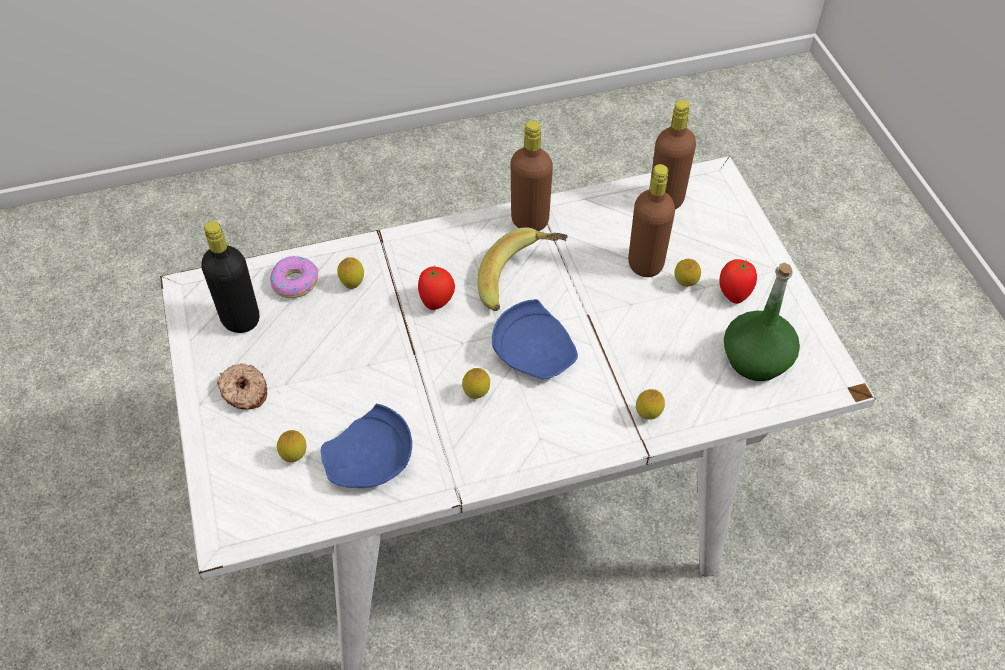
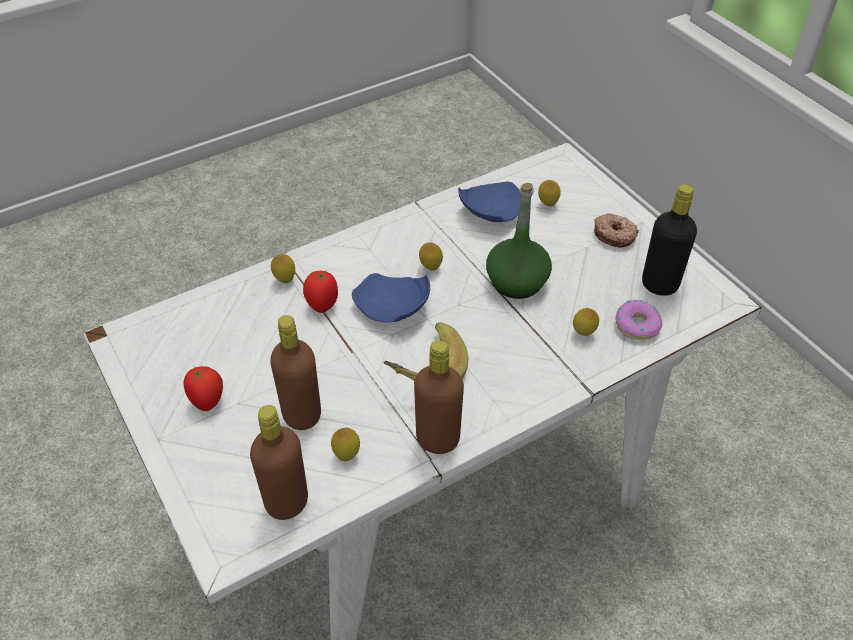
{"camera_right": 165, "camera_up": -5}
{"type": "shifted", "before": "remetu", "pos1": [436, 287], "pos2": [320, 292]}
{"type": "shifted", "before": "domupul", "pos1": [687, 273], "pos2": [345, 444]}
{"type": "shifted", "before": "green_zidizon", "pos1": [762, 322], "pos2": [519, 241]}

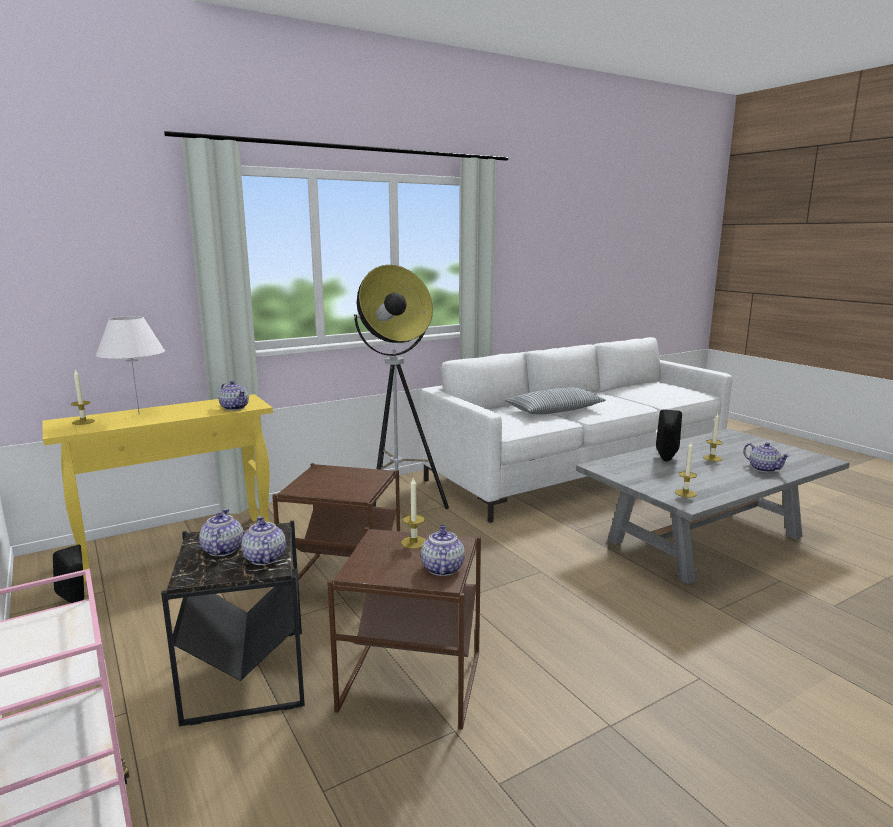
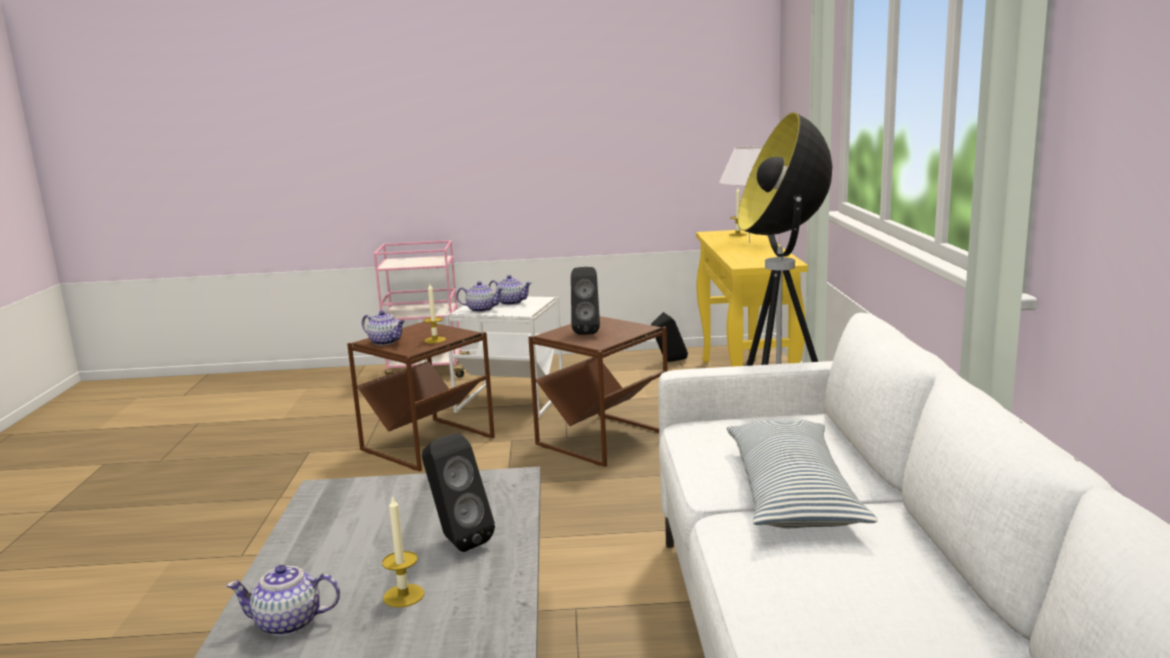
{"camera_right": 120, "camera_up": 0}
{"type": "repainted", "before": "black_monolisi", "after": "white_monolisi", "pos1": [233, 623], "pos2": [504, 357]}
{"type": "new", "after": "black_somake", "pos2": [585, 301]}
{"type": "gone", "before": "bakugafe", "pos1": [233, 396]}
{"type": "gone", "before": "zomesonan", "pos1": [686, 470]}

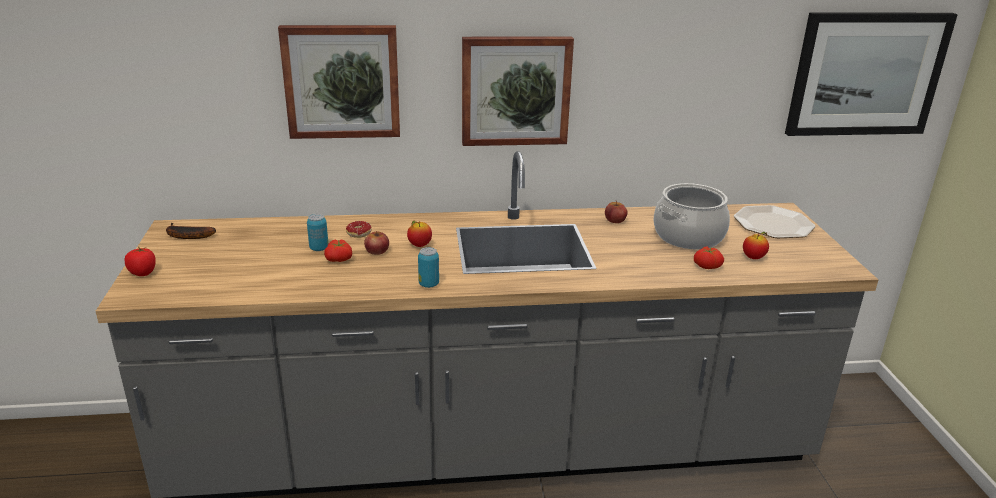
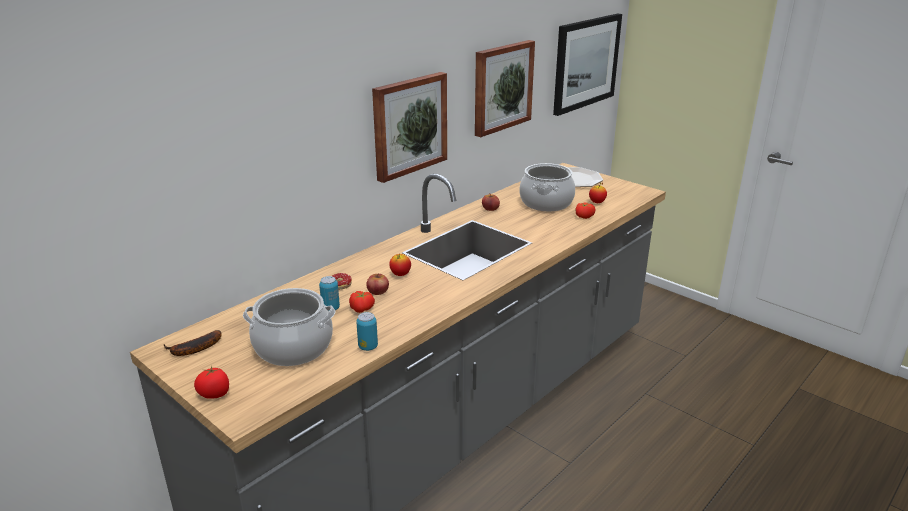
{"camera_right": -40, "camera_up": 0}
{"type": "new", "after": "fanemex", "pos2": [289, 327]}
{"type": "shifted", "before": "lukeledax", "pos1": [428, 267], "pos2": [367, 331]}
{"type": "shifted", "before": "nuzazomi", "pos1": [339, 82], "pos2": [505, 88]}

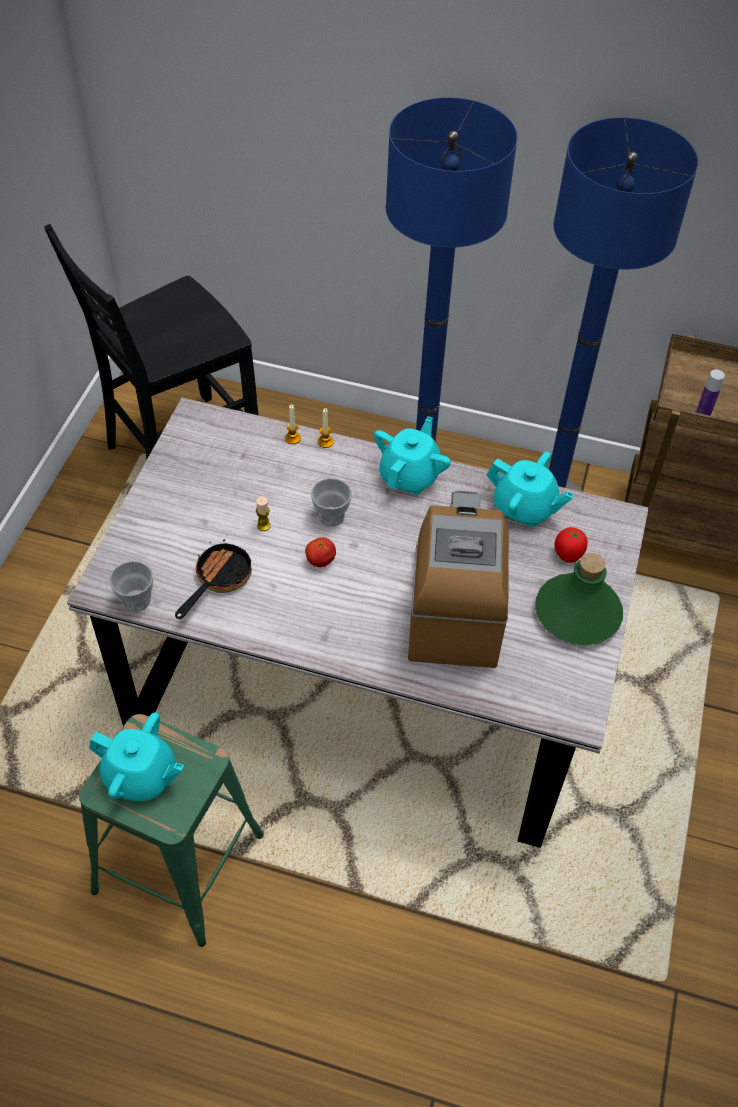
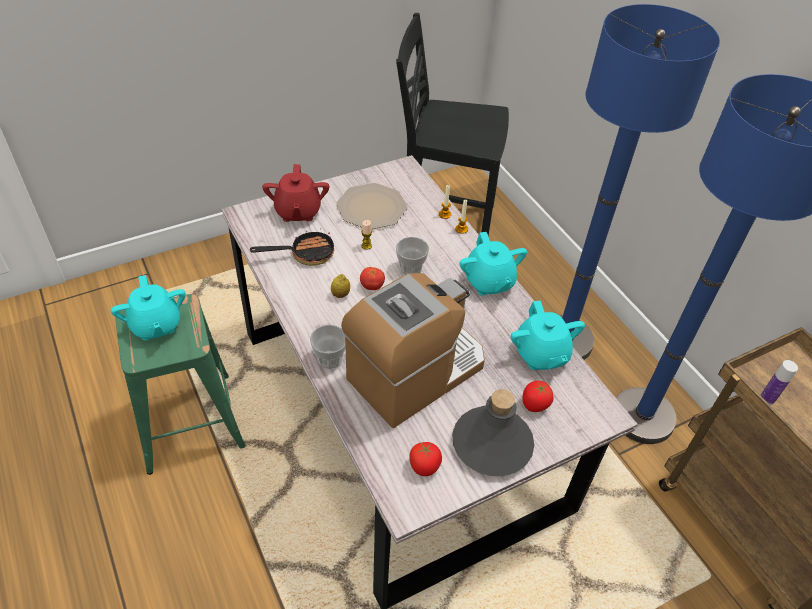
{"camera_right": 45, "camera_up": -5}
{"type": "new", "after": "red_bakugafe", "pos2": [295, 193]}
{"type": "shifted", "before": "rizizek", "pos1": [131, 586], "pos2": [328, 347]}
{"type": "new", "after": "domupul", "pos2": [340, 286]}
{"type": "new", "after": "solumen", "pos2": [371, 206]}
{"type": "new", "after": "remetu", "pos2": [425, 459]}
{"type": "repainted", "before": "green_zidizon", "after": "grey_zidizon", "pos1": [579, 599], "pos2": [493, 432]}
{"type": "rotated", "before": "turquoise_bakugafe", "pos1": [412, 455], "pos2": [493, 264], "turn": 90}

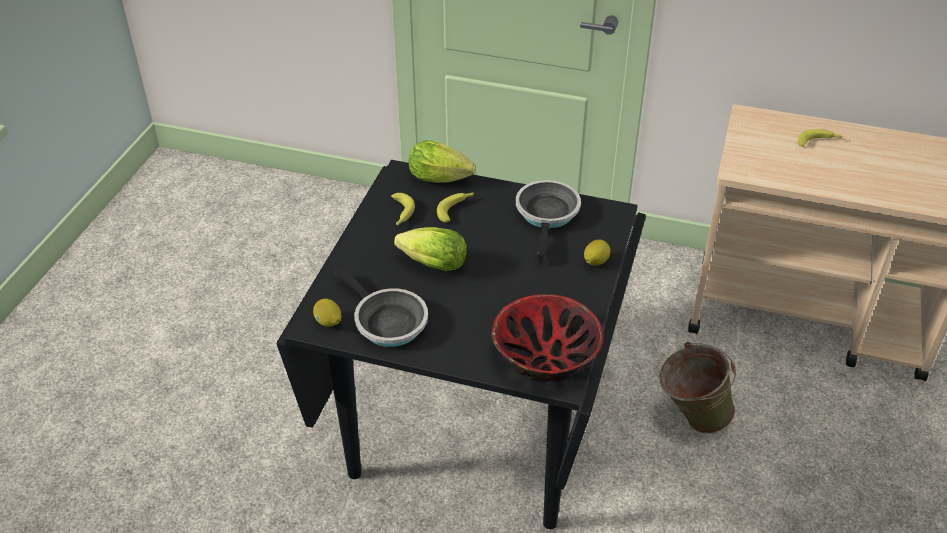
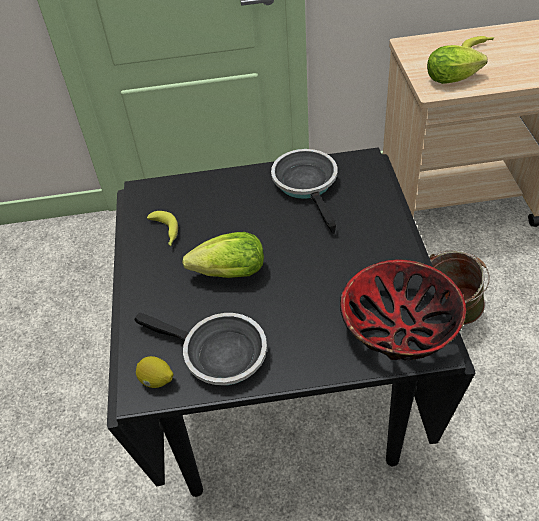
{"camera_right": -20, "camera_up": 5}
{"type": "shifted", "before": "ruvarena", "pos1": [442, 161], "pos2": [457, 64]}
{"type": "gone", "before": "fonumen", "pos1": [455, 207]}
{"type": "gone", "before": "domupul", "pos1": [597, 253]}

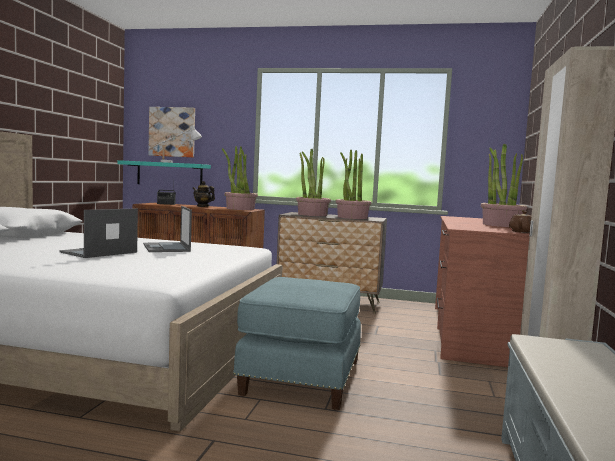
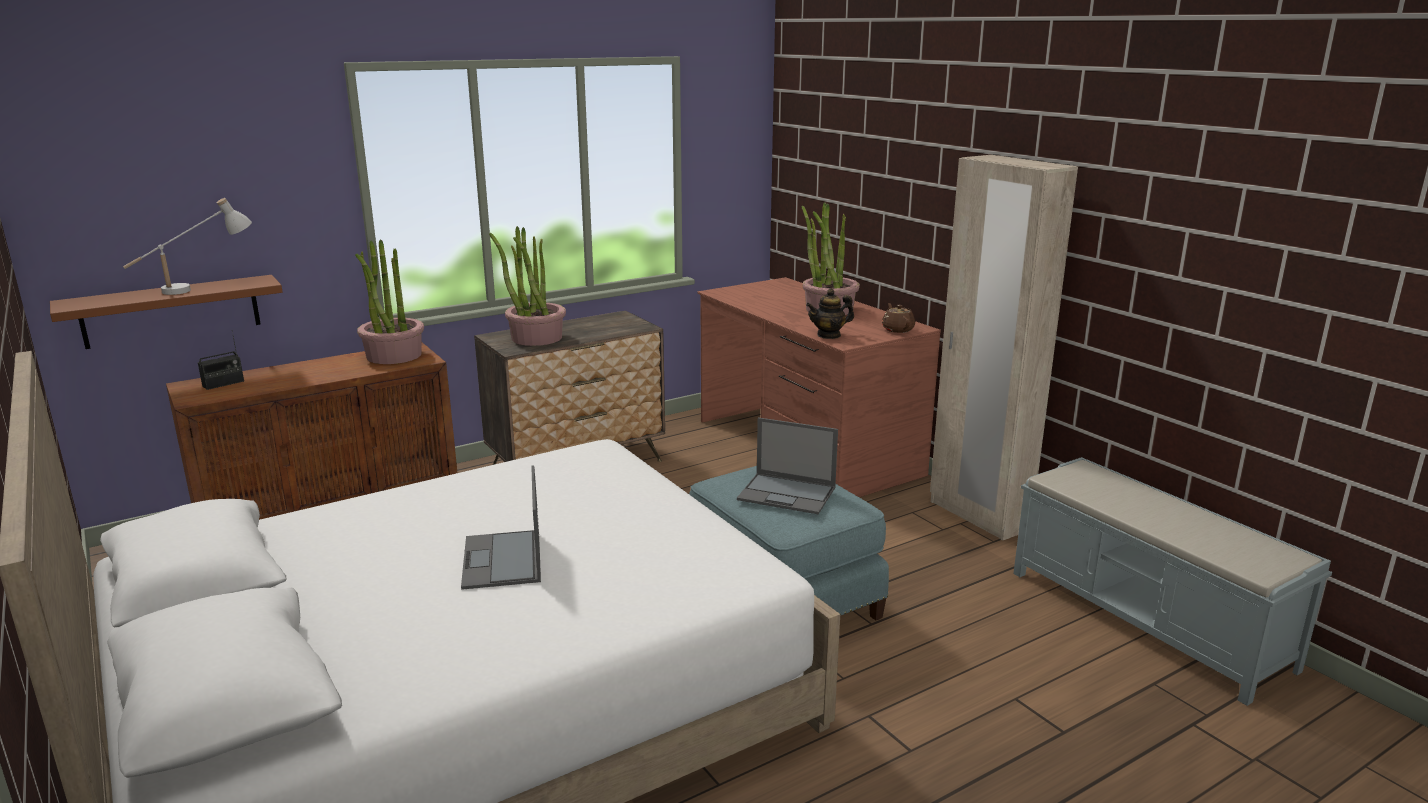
{"camera_right": -45, "camera_up": 15}
{"type": "repainted", "before": "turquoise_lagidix", "after": "brown_lagidix", "pos1": [164, 172], "pos2": [166, 312]}
{"type": "shifted", "before": "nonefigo", "pos1": [167, 229], "pos2": [787, 465]}
{"type": "shifted", "before": "bakugafe", "pos1": [203, 194], "pos2": [830, 314]}
{"type": "gone", "before": "nuzazomi", "pos1": [171, 132]}
{"type": "gone", "before": "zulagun", "pos1": [354, 184]}

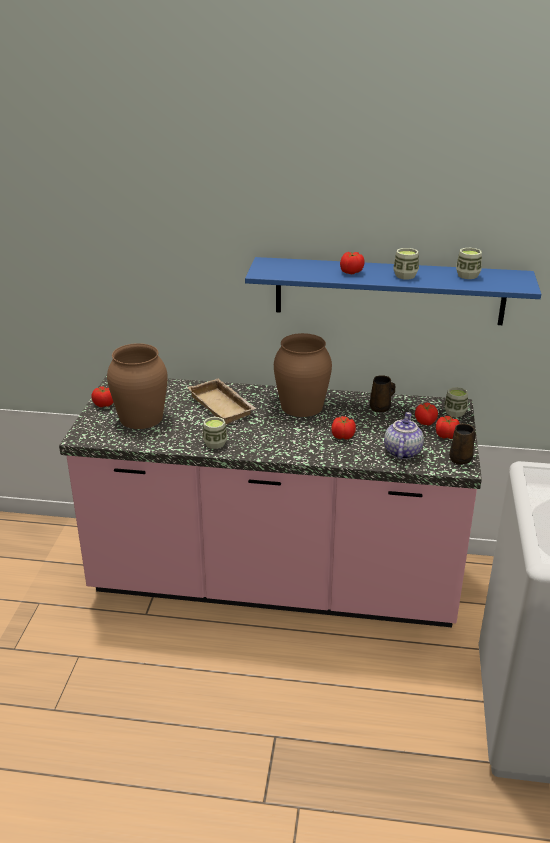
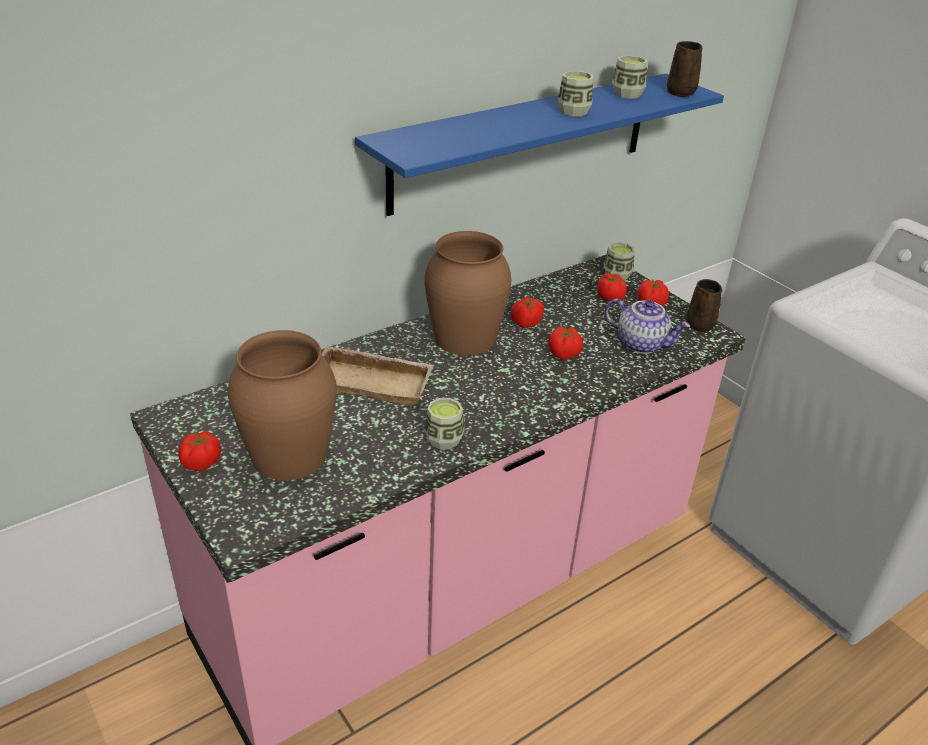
{"camera_right": -45, "camera_up": 5}
{"type": "shifted", "before": "remetu", "pos1": [352, 263], "pos2": [527, 312]}
{"type": "rotated", "before": "bakugafe", "pos1": [404, 435], "pos2": [647, 326], "turn": 150}
{"type": "shifted", "before": "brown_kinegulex", "pos1": [382, 393], "pos2": [684, 69]}

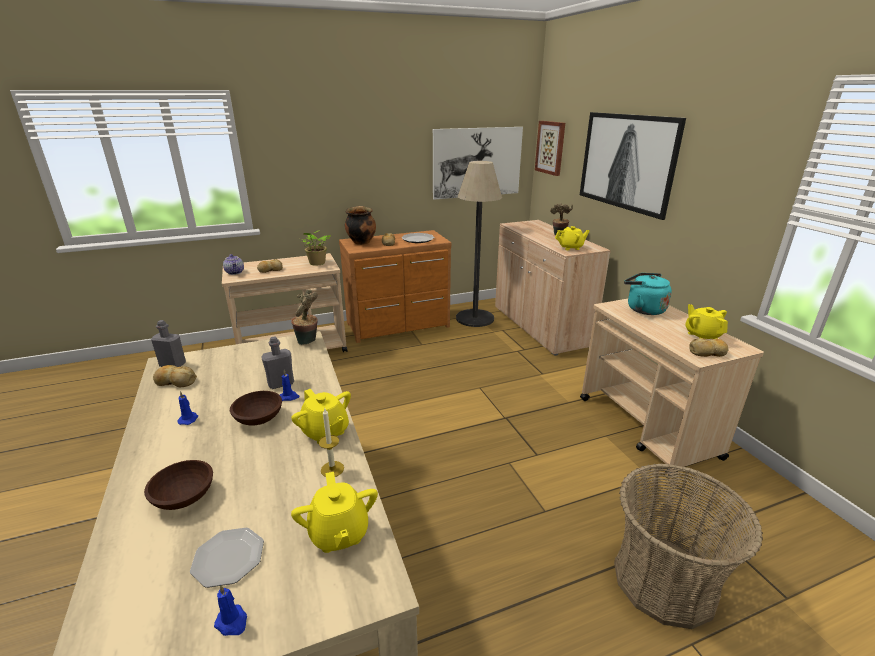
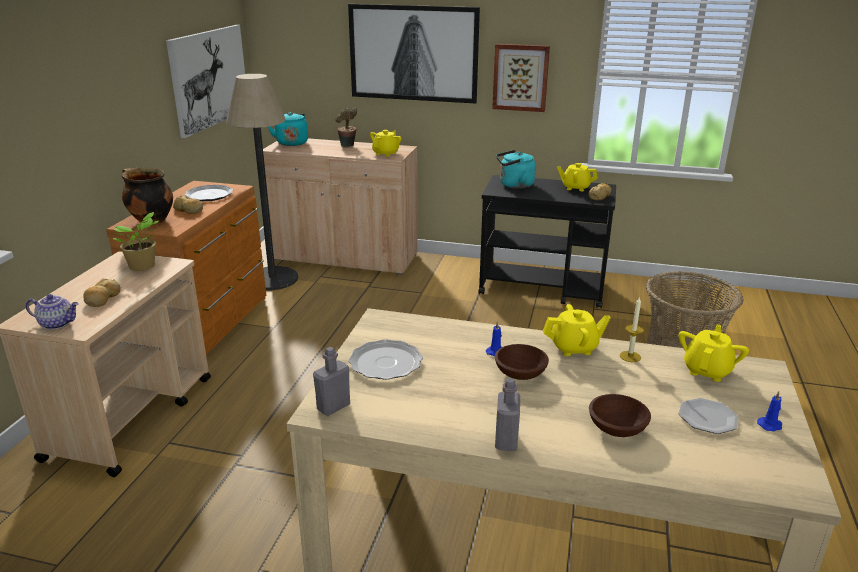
{"camera_right": -55, "camera_up": 0}
{"type": "new", "after": "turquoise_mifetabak", "pos2": [288, 129]}
{"type": "new", "after": "solumen", "pos2": [385, 359]}
{"type": "repainted", "before": "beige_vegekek", "after": "black_vegekek", "pos1": [672, 387], "pos2": [547, 241]}
{"type": "shifted", "before": "nuzazomi", "pos1": [550, 148], "pos2": [521, 78]}
{"type": "shifted", "before": "grey_zidizon", "pos1": [277, 363], "pos2": [507, 414]}
{"type": "rotated", "before": "yellow_bakugafe", "pos1": [334, 512], "pos2": [714, 353], "turn": -75}
{"type": "gone", "before": "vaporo", "pos1": [175, 376]}
{"type": "gone", "before": "blue_zomesonan", "pos1": [187, 408]}
{"type": "gone", "before": "zulagun", "pos1": [304, 317]}

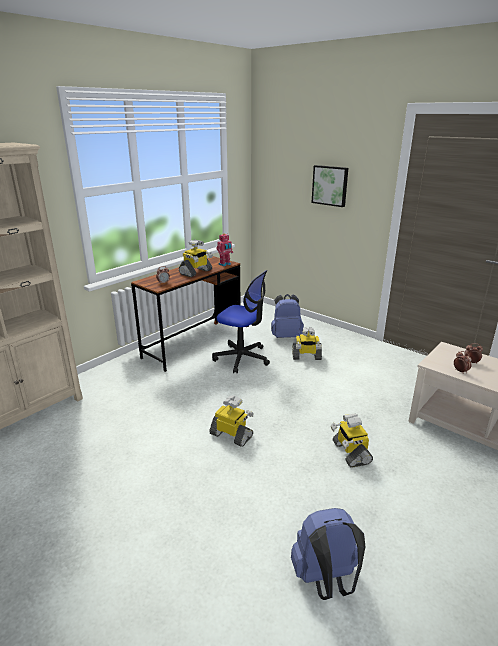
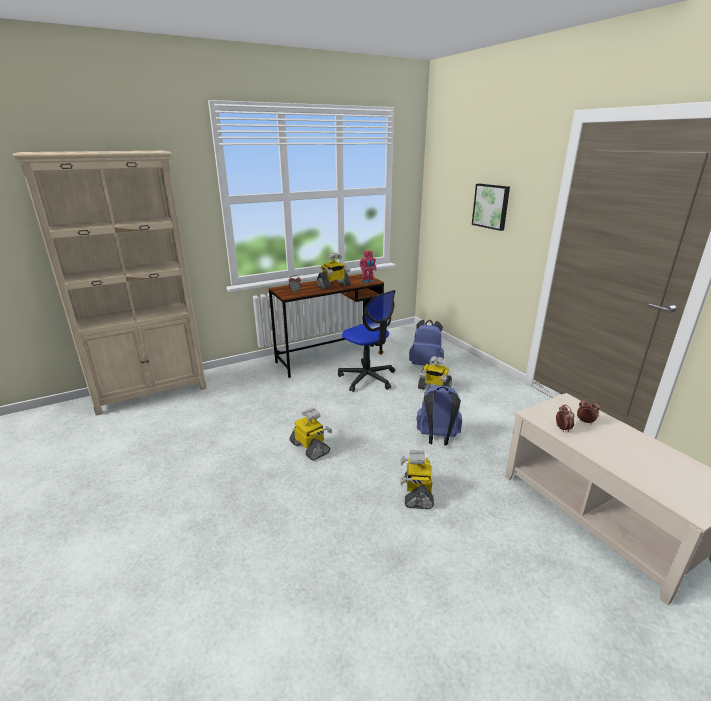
{"camera_right": 20, "camera_up": 0}
{"type": "shifted", "before": "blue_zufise", "pos1": [328, 554], "pos2": [439, 415]}

